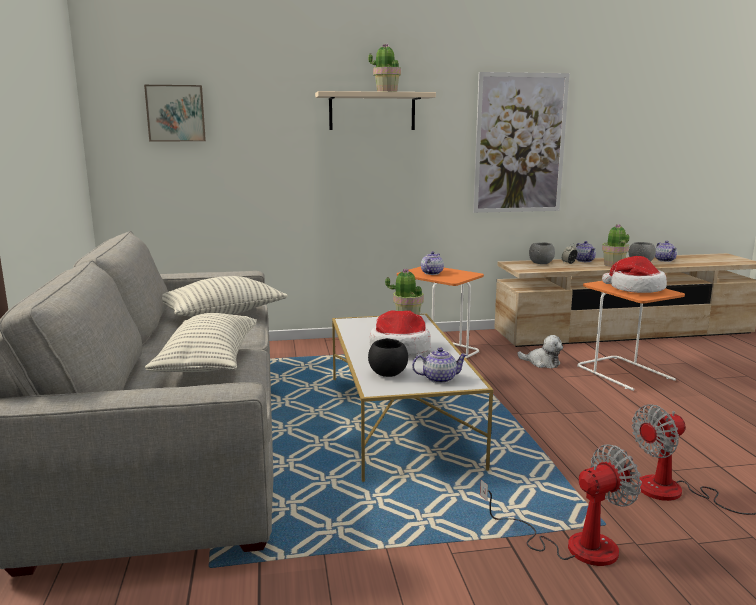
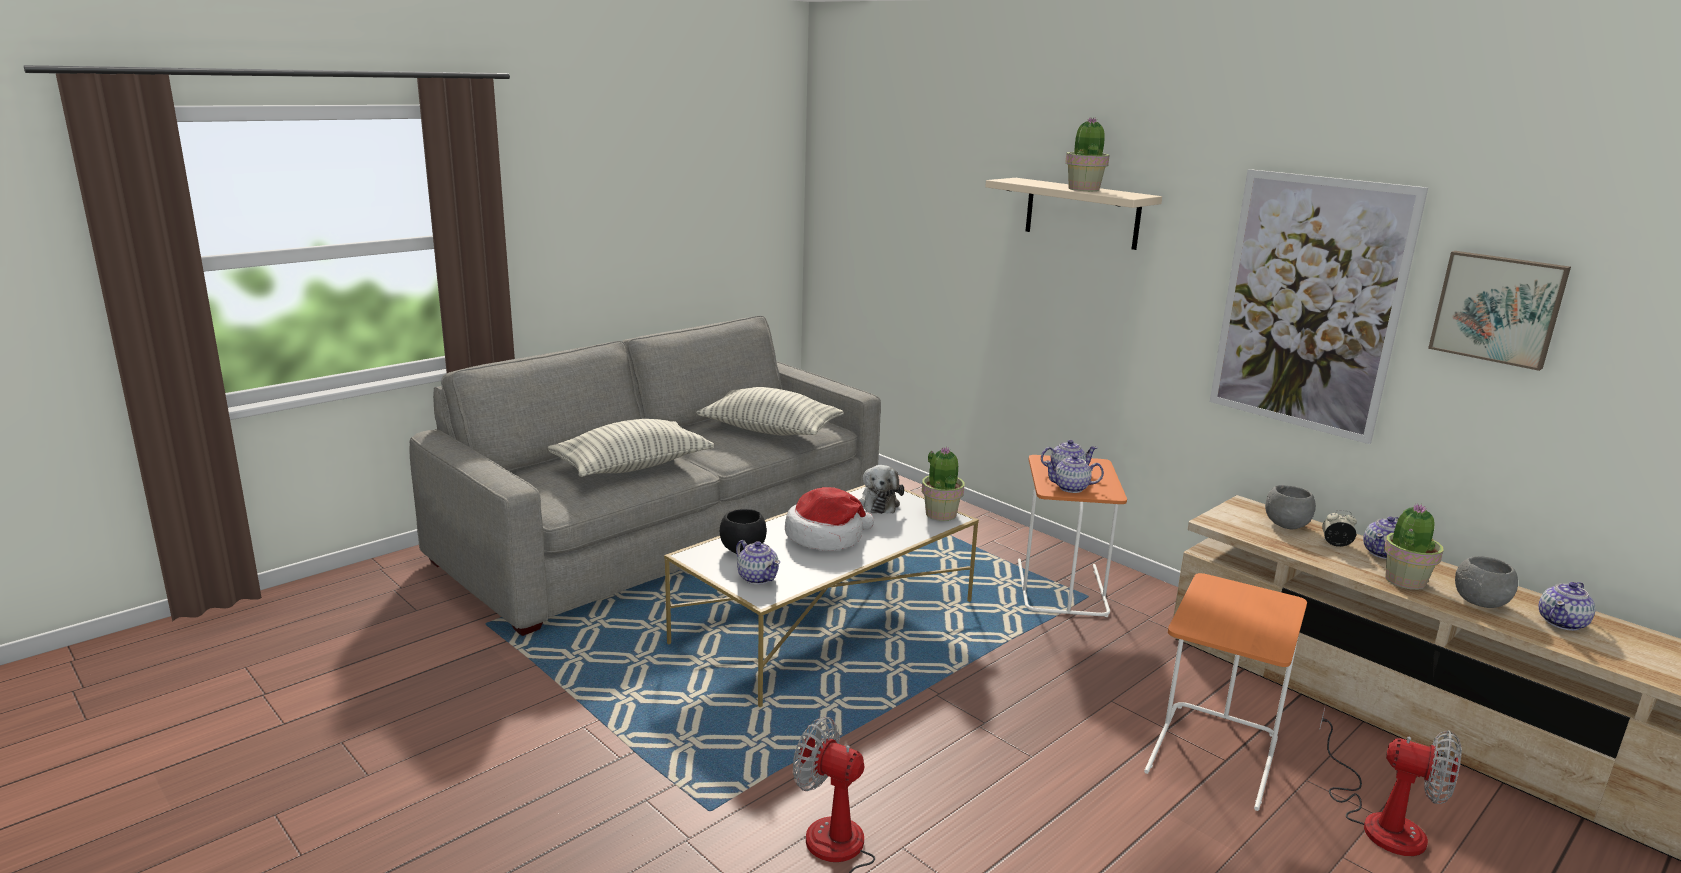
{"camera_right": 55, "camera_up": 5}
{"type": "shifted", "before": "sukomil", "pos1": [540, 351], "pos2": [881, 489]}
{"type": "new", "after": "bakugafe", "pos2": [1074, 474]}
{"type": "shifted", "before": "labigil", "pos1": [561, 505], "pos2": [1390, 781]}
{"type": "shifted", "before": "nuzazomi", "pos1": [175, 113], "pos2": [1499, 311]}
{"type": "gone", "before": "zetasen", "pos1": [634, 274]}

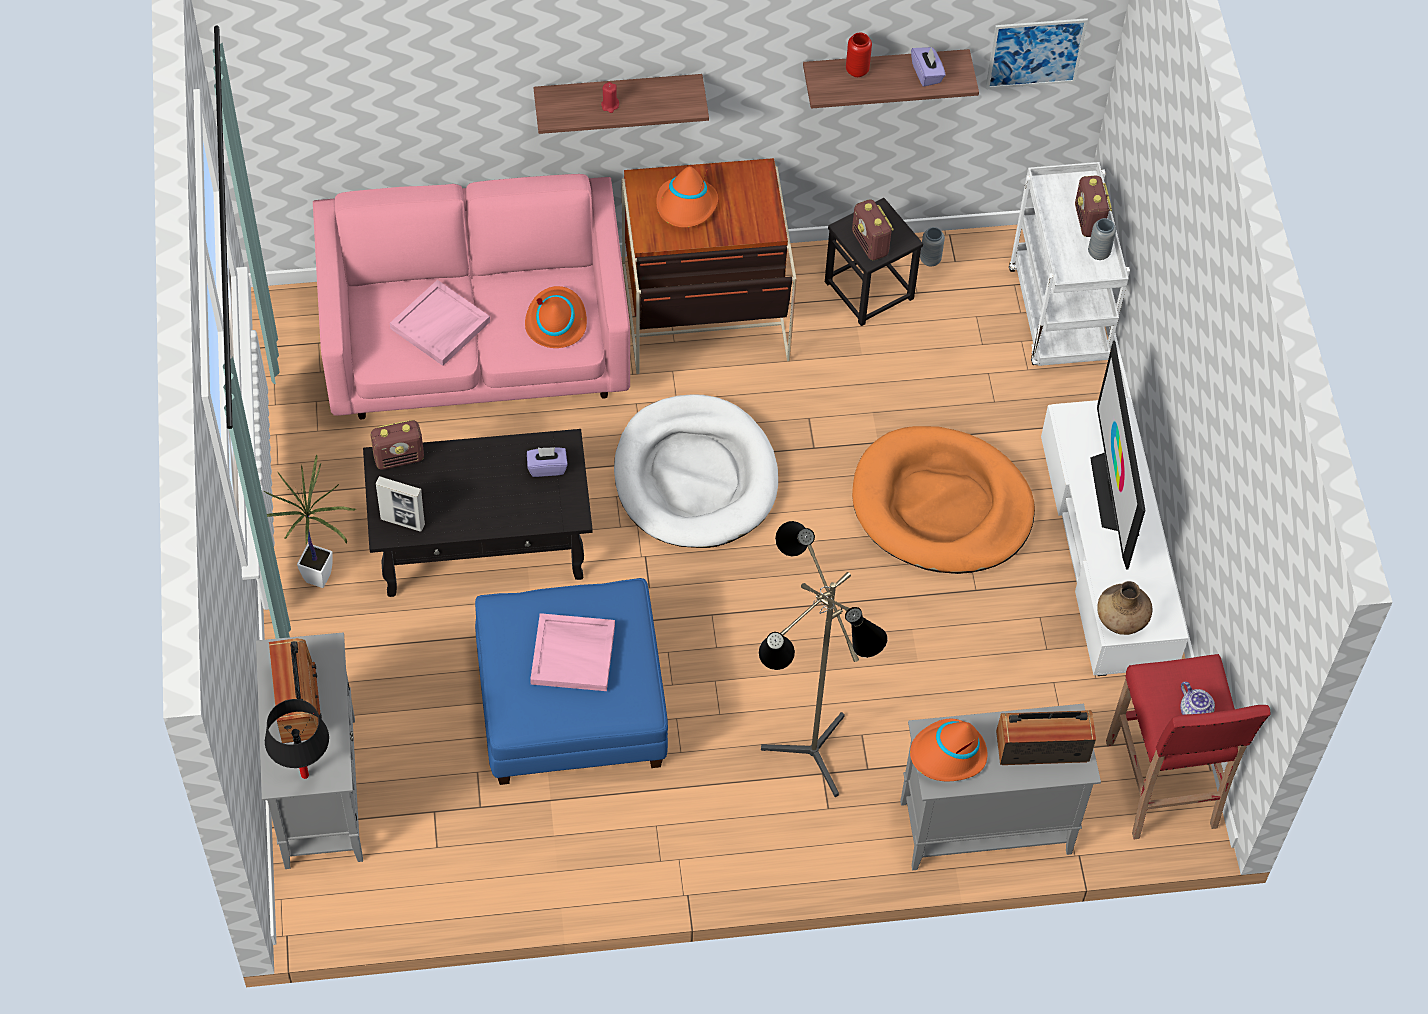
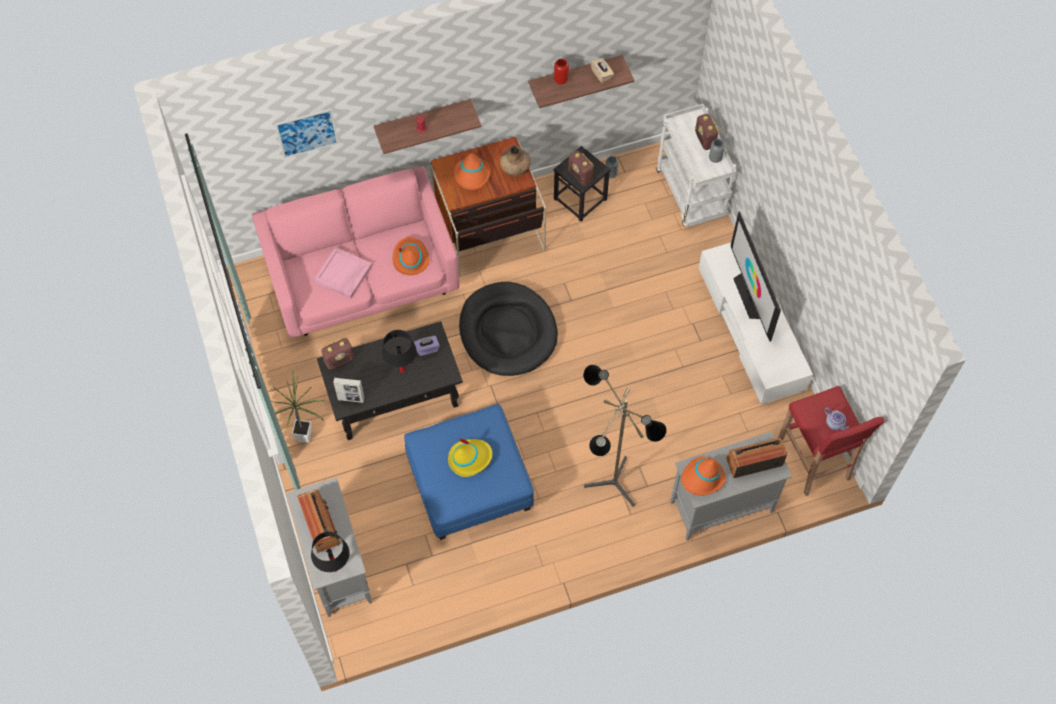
{"camera_right": -10, "camera_up": 5}
{"type": "shifted", "before": "nuzazomi", "pos1": [1037, 53], "pos2": [307, 133]}
{"type": "new", "after": "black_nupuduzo", "pos2": [399, 351]}
{"type": "swapped", "before": "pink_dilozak", "after": "yellow_zetasen", "pos1": [572, 652], "pos2": [470, 457]}
{"type": "repainted", "before": "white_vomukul", "after": "black_vomukul", "pos1": [696, 471], "pos2": [508, 329]}
{"type": "shifted", "before": "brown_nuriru", "pos1": [1124, 608], "pos2": [515, 160]}
{"type": "repainted", "before": "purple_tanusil", "after": "beige_tanusil", "pos1": [928, 67], "pos2": [602, 71]}
{"type": "gone", "before": "orange_vomukul", "pos1": [943, 500]}

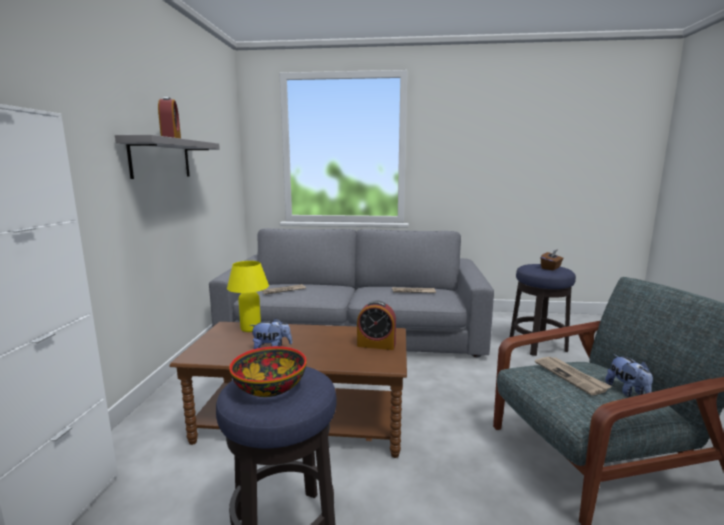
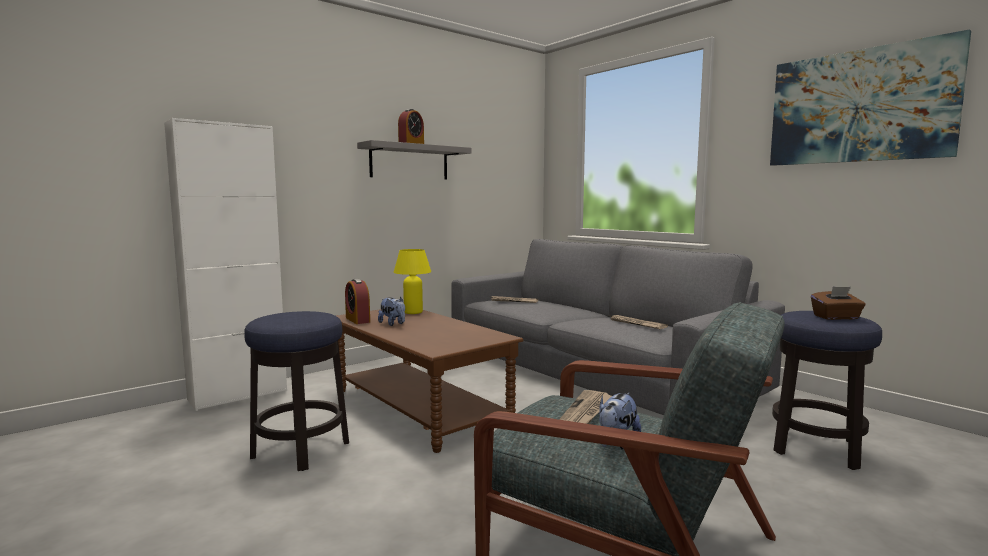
{"camera_right": 45, "camera_up": -5}
{"type": "shifted", "before": "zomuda", "pos1": [376, 325], "pos2": [357, 301]}
{"type": "new", "after": "nuzazomi", "pos2": [870, 97]}
{"type": "gone", "before": "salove", "pos1": [268, 371]}

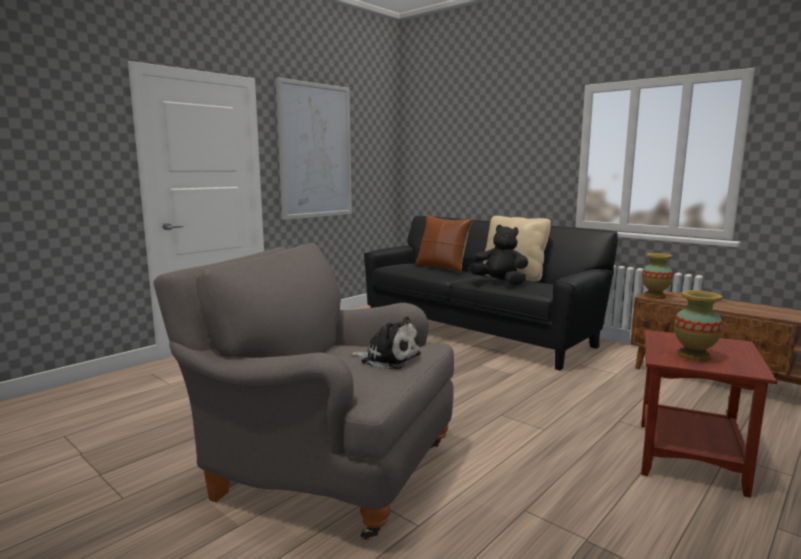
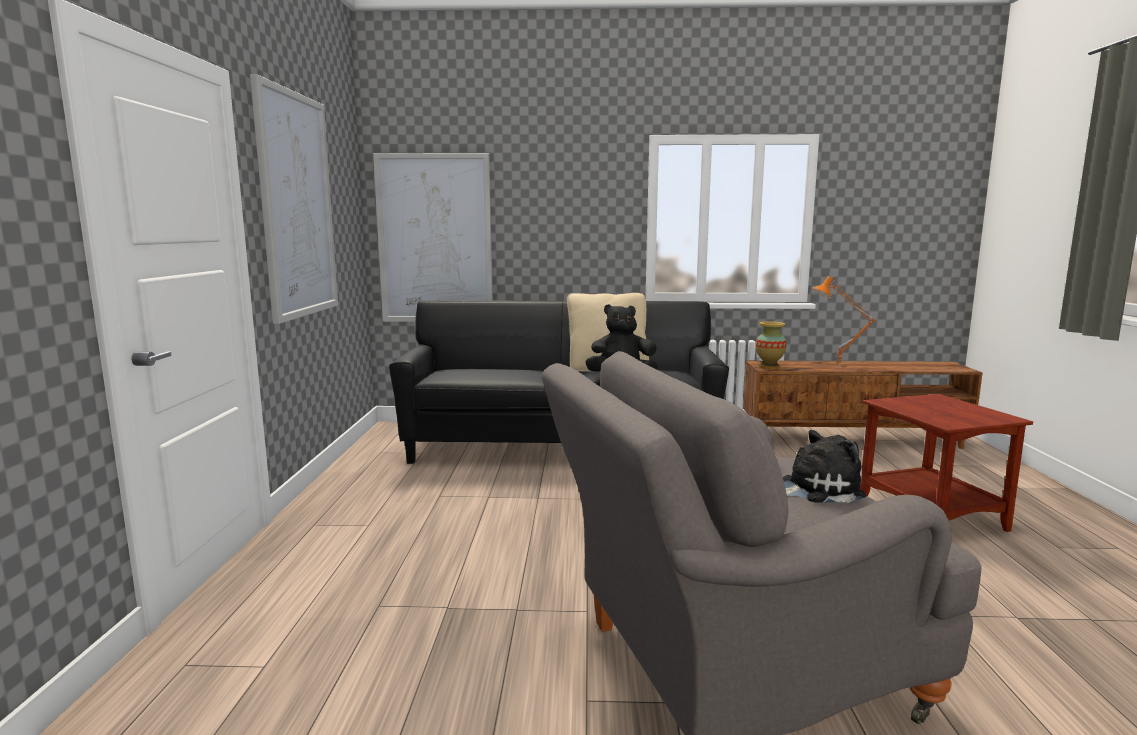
{"camera_right": -40, "camera_up": 0}
{"type": "new", "after": "nuzazomi", "pos2": [433, 237]}
{"type": "new", "after": "orange_nupuduzo", "pos2": [844, 320]}
{"type": "gone", "before": "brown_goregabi", "pos1": [444, 244]}
{"type": "gone", "before": "nuriru", "pos1": [698, 326]}

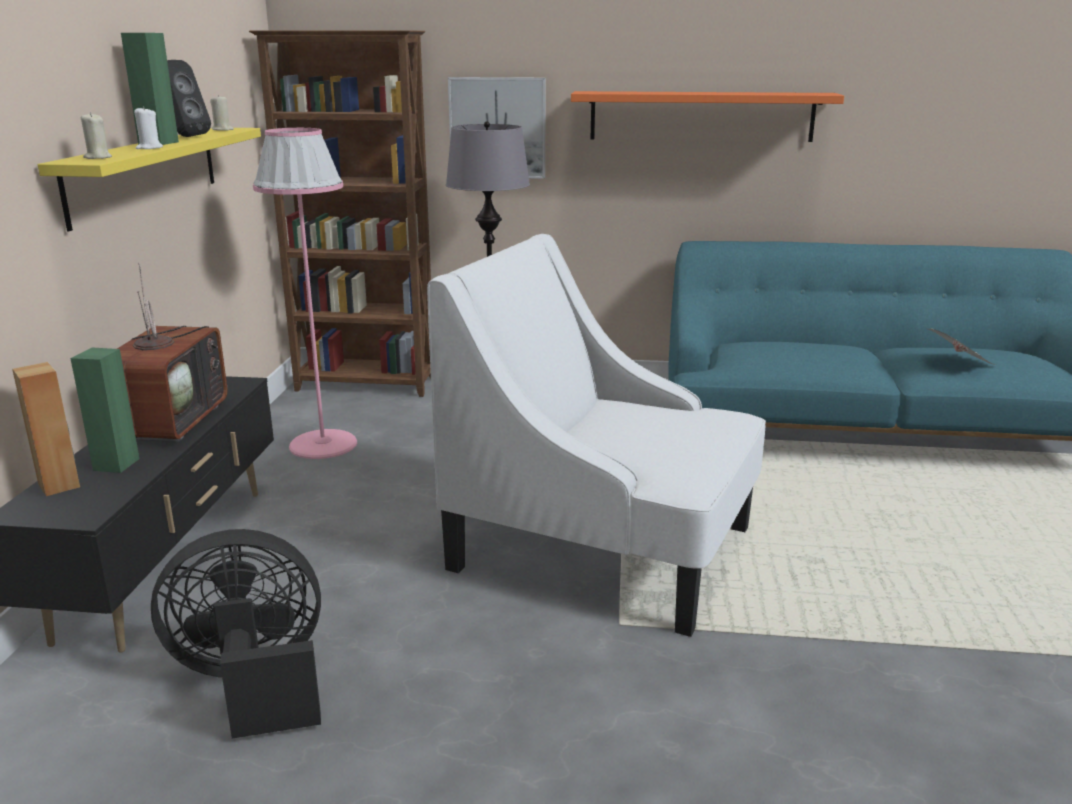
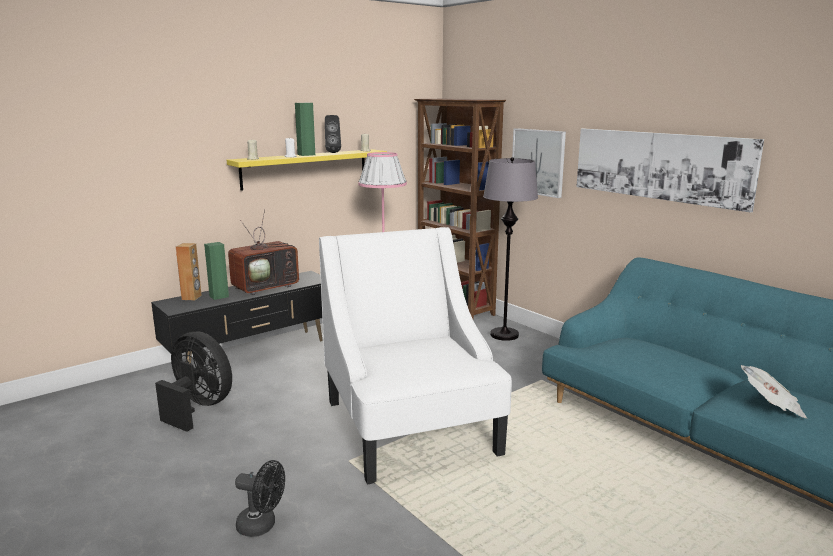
{"camera_right": 45, "camera_up": -5}
{"type": "new", "after": "black_labigil", "pos2": [260, 498]}
{"type": "swapped", "before": "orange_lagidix", "after": "nuzazomi", "pos1": [707, 116], "pos2": [670, 170]}

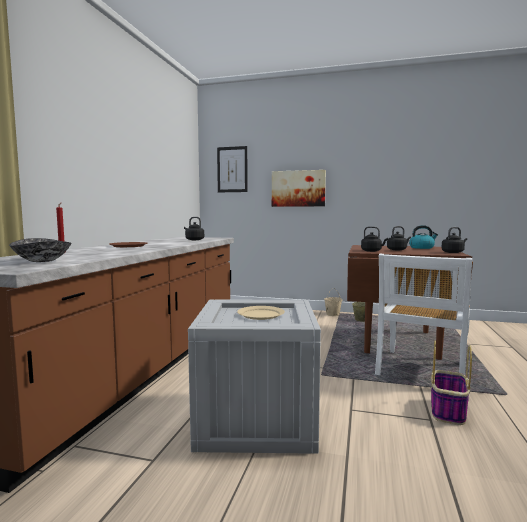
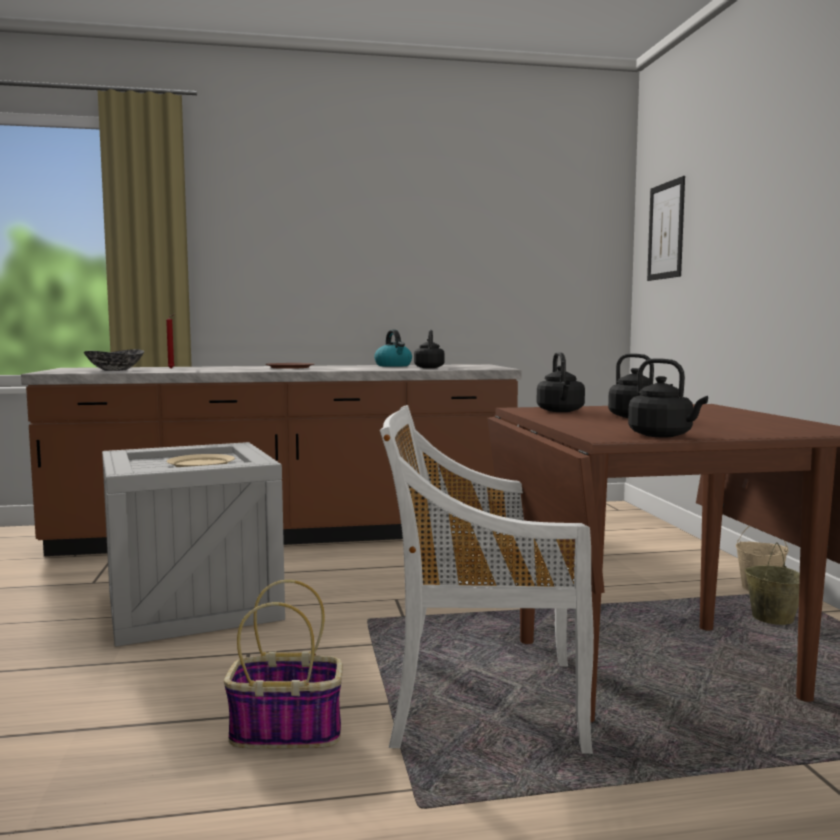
{"camera_right": 65, "camera_up": 0}
{"type": "shifted", "before": "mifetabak", "pos1": [423, 237], "pos2": [393, 348]}
{"type": "gone", "before": "nuzazomi", "pos1": [299, 188]}

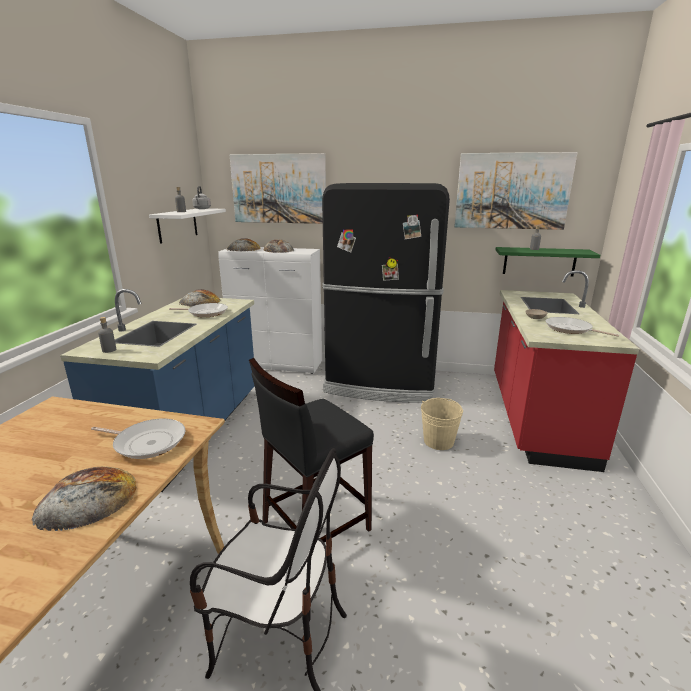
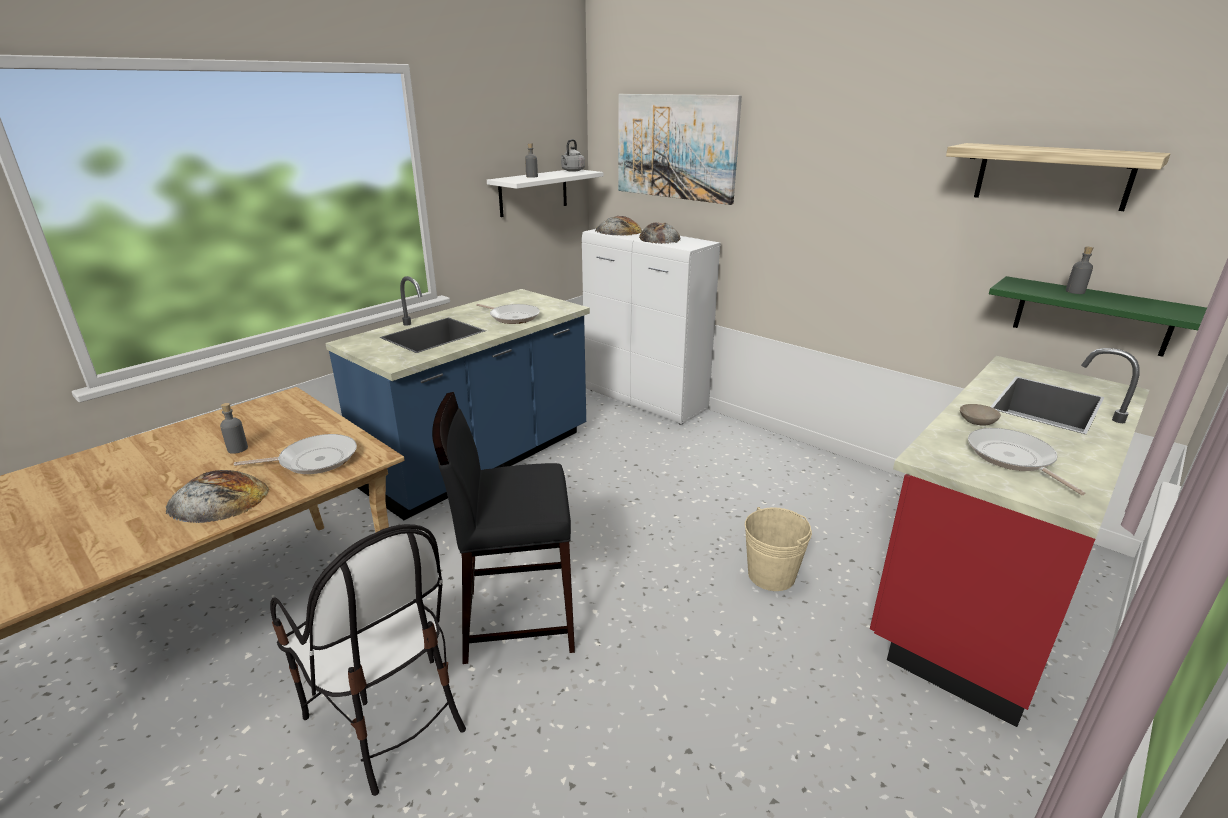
{"camera_right": 30, "camera_up": 5}
{"type": "shifted", "before": "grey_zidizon", "pos1": [107, 335], "pos2": [234, 428]}
{"type": "rotated", "before": "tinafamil", "pos1": [138, 439], "pos2": [295, 454], "turn": -60}
{"type": "swapped", "before": "nuzazomi", "after": "lagidix", "pos1": [516, 191], "pos2": [1058, 177]}
{"type": "gone", "before": "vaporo", "pos1": [200, 298]}
{"type": "gone", "before": "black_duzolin", "pos1": [386, 293]}

